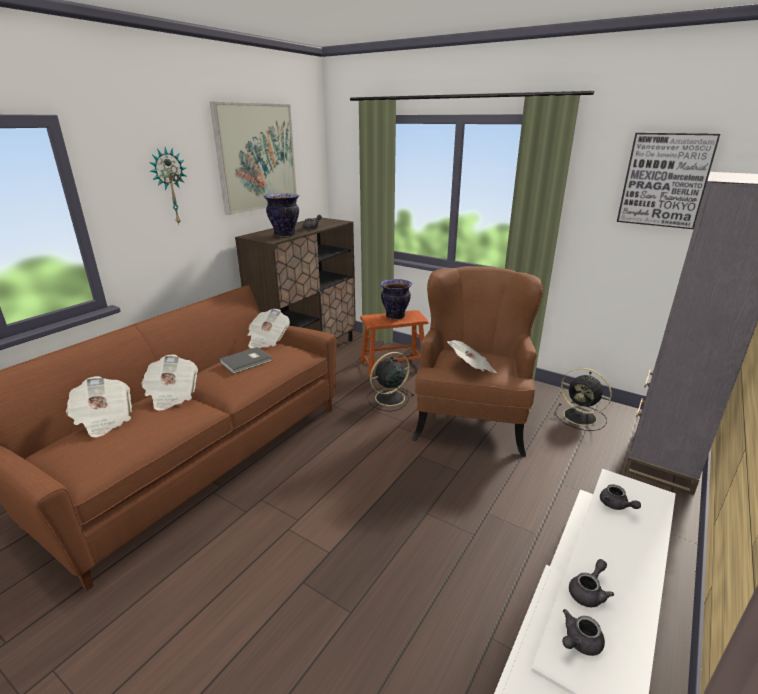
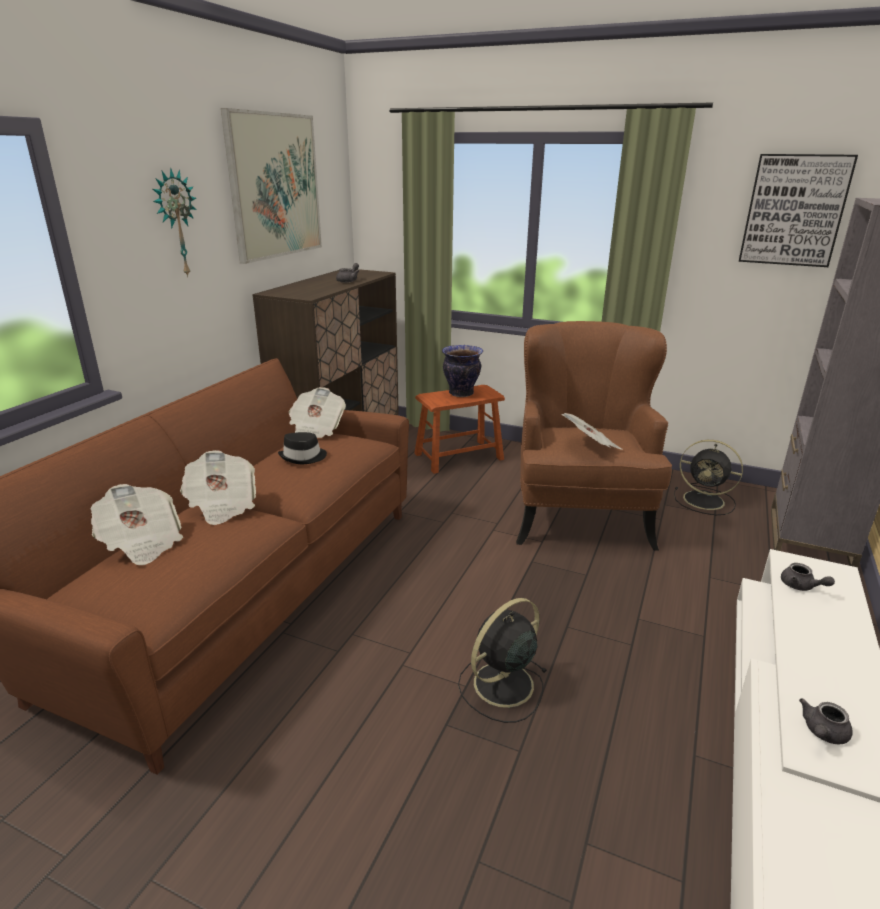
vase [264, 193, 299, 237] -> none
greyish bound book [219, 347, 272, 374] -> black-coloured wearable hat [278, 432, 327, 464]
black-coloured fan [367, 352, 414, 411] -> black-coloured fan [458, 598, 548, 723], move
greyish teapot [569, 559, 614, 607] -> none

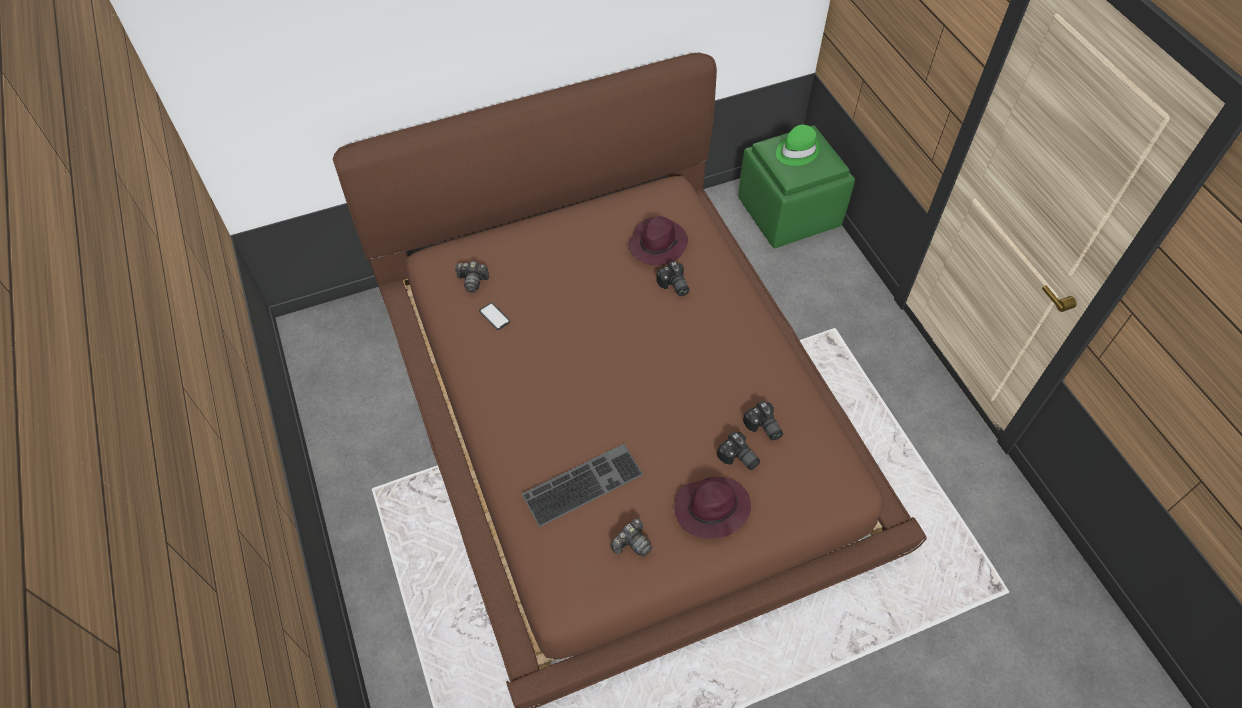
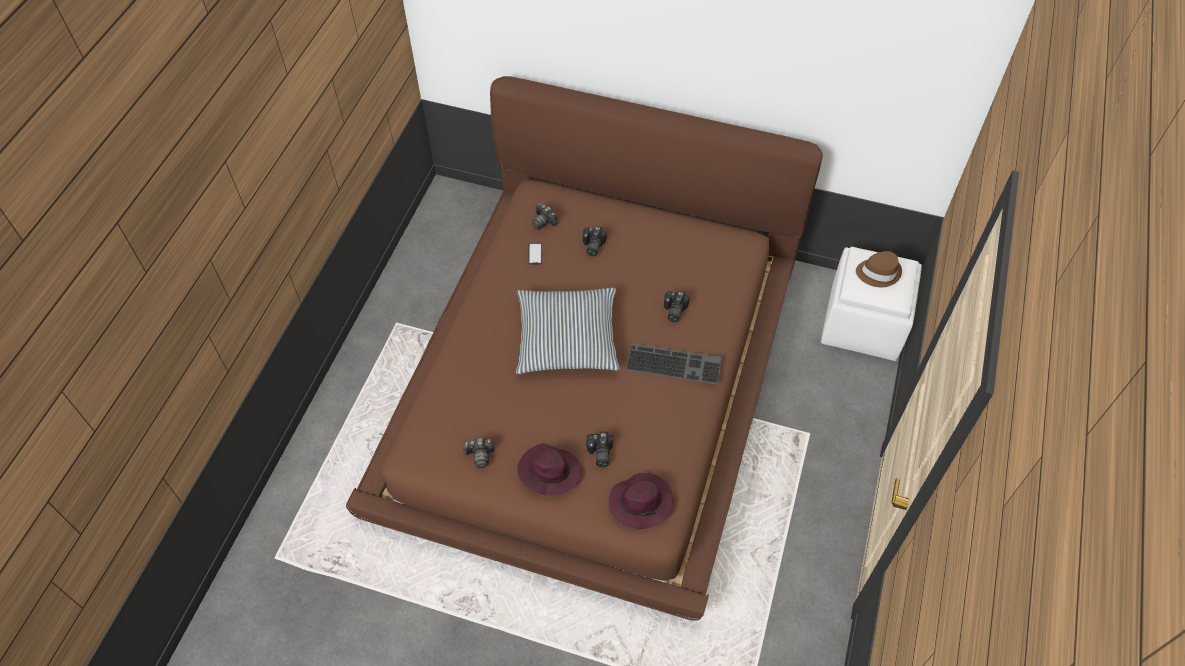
green footrest [738, 125, 855, 248] -> white-coloured footrest [821, 247, 922, 361]
green wearable hat [776, 125, 821, 166] -> brownish wearable hat [856, 251, 902, 287]
purple-coloured wearable hat [628, 216, 688, 265] -> purple-coloured wearable hat [609, 473, 674, 529], move
photo camera [743, 400, 783, 441] -> photo camera [583, 226, 607, 256], move
keyboard [522, 444, 643, 527] -> keyboard [626, 343, 722, 384], move
none -> throw pillow [516, 288, 619, 374]

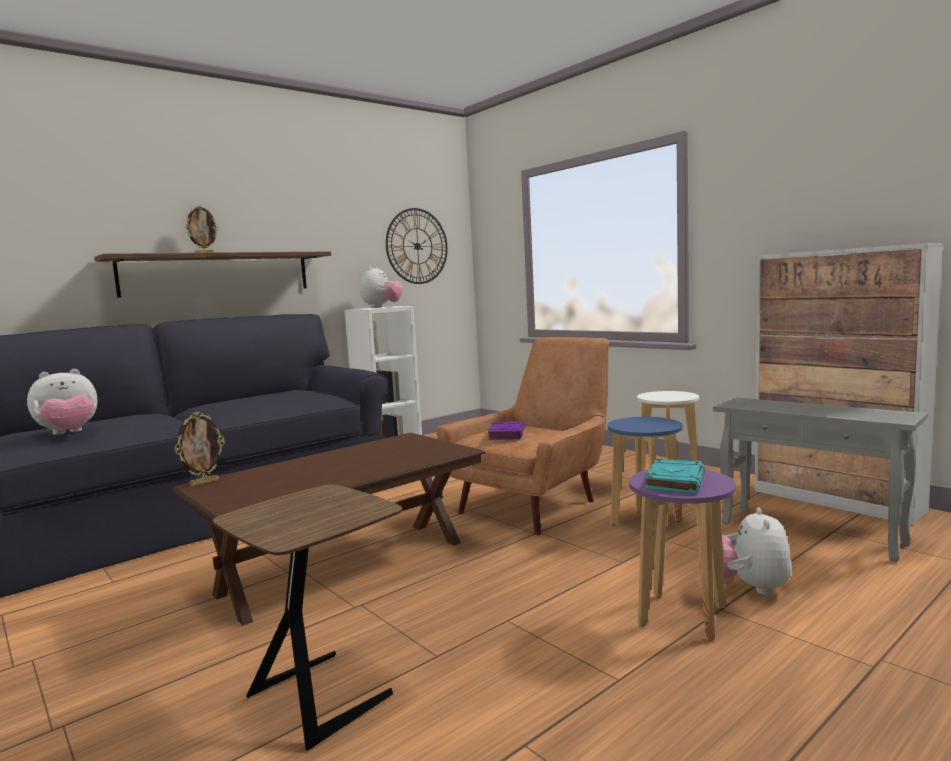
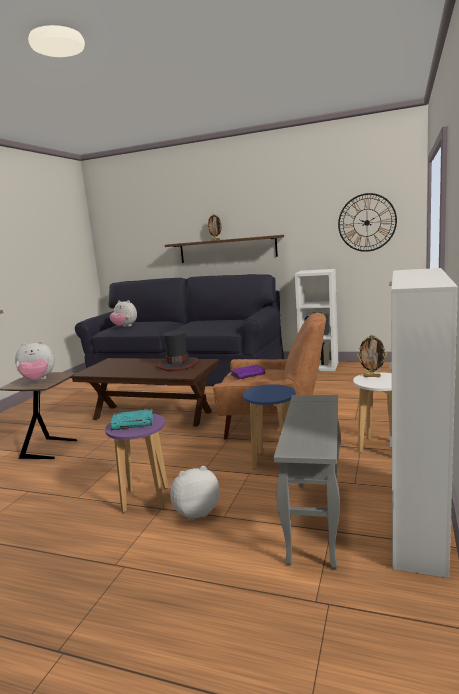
cuddly toy [360, 266, 403, 308] -> cuddly toy [15, 341, 55, 381], move
standing frame [175, 412, 225, 486] -> standing frame [357, 335, 387, 377], move
none -> wearable hat [156, 331, 199, 371]

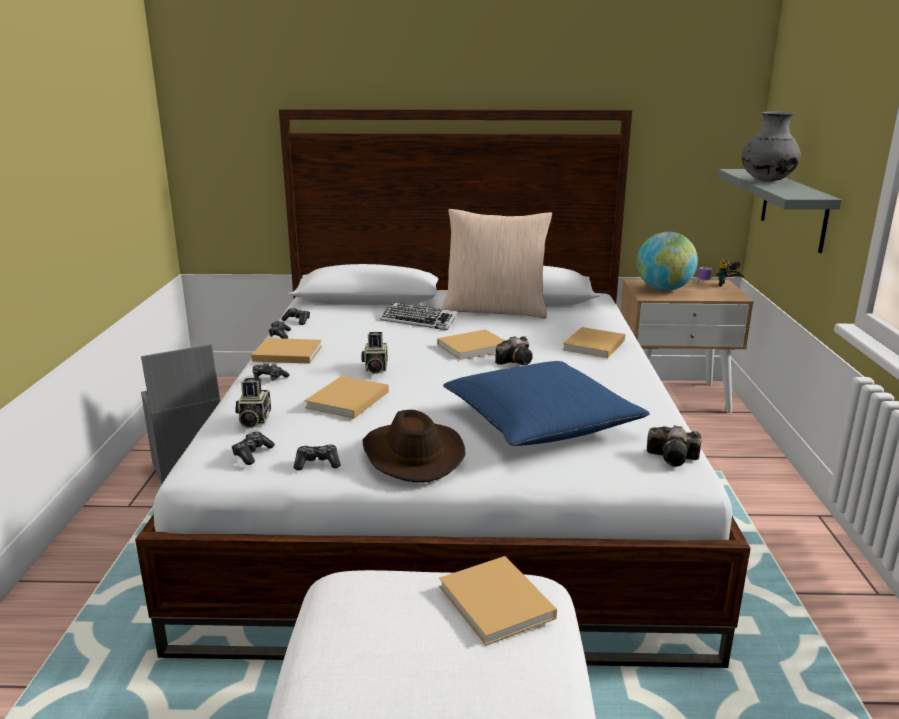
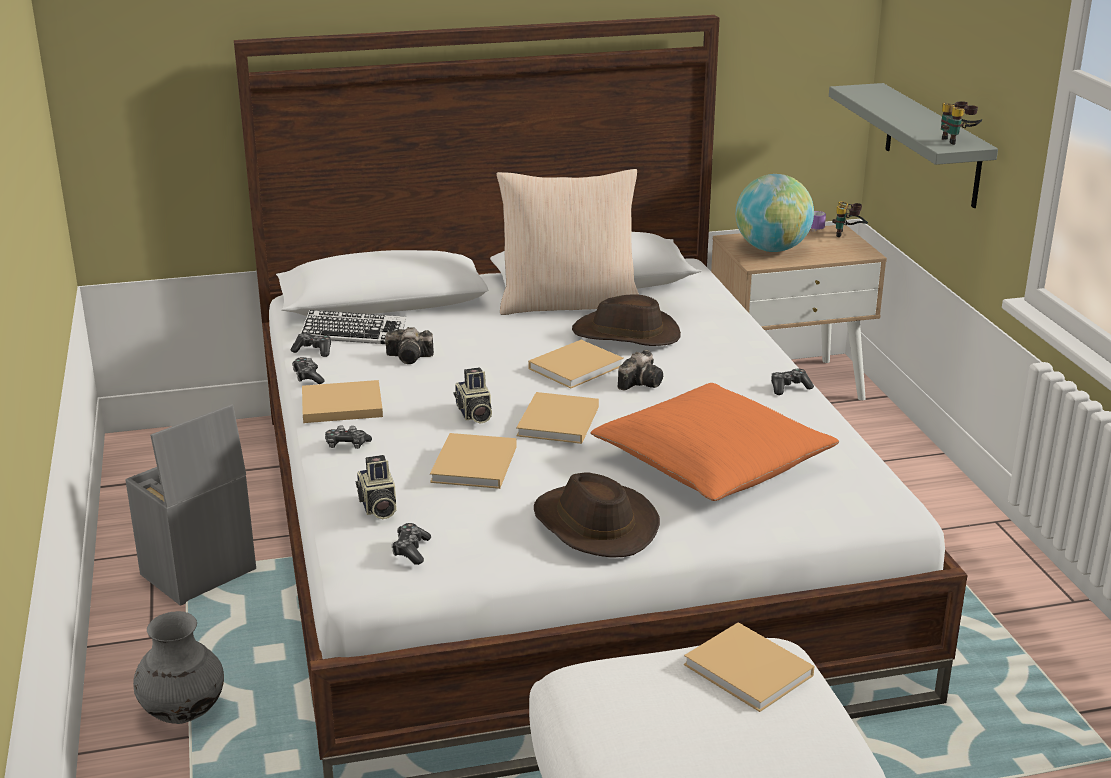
greyish vase [742, 111, 801, 182] -> greyish vase [133, 611, 224, 724], move
keyboard [380, 302, 458, 330] -> keyboard [300, 310, 407, 344], move
beige bound book [562, 327, 625, 358] -> beige bound book [516, 392, 599, 444], move
blue throw pillow [443, 361, 650, 446] -> orange-coloured throw pillow [590, 383, 839, 501]
photo camera [647, 425, 702, 467] -> photo camera [385, 327, 434, 364], move
game controller [294, 445, 341, 470] -> game controller [771, 369, 814, 395], move
none -> pair of binoculars [941, 101, 982, 145]
none -> brownish wearable hat [572, 294, 681, 346]

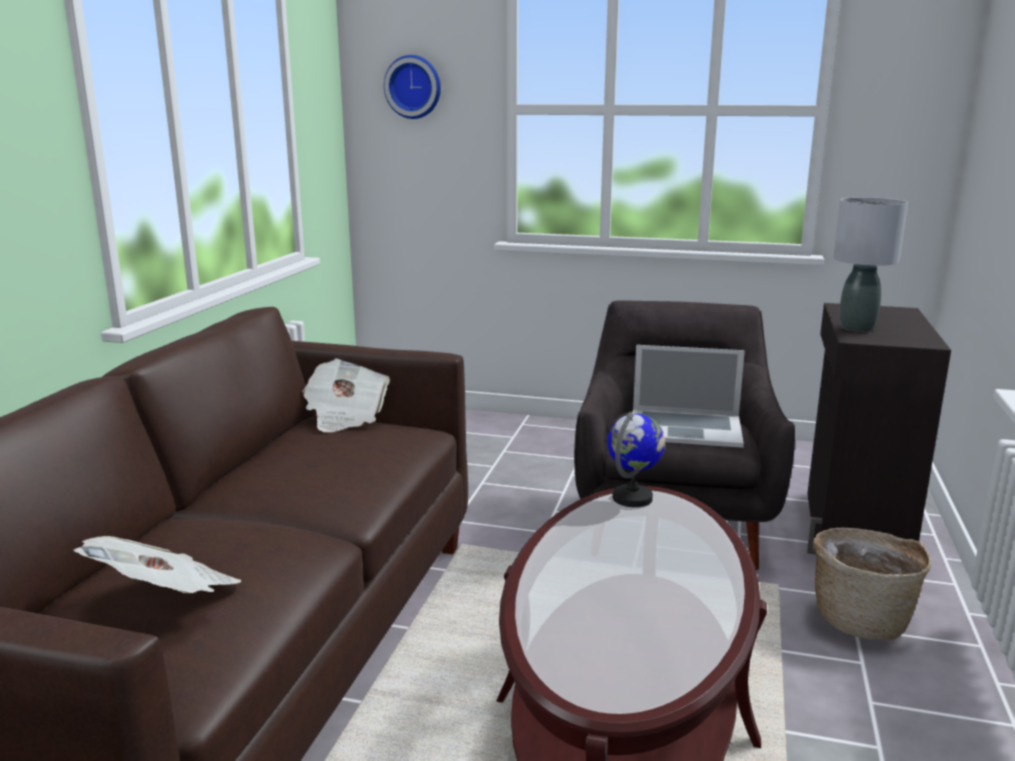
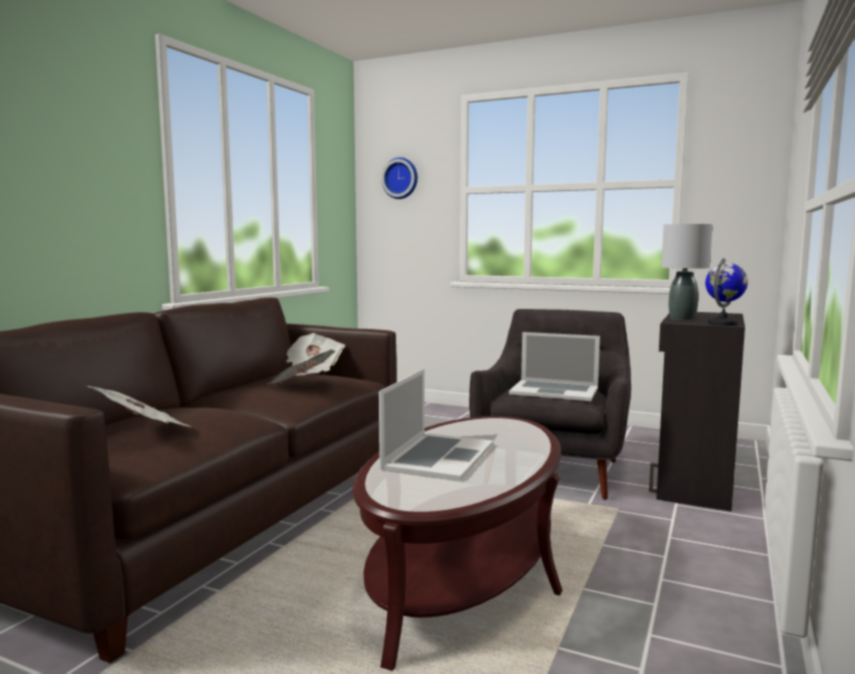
globe [607, 412, 665, 507] -> globe [705, 258, 748, 326], move
basket [814, 528, 931, 640] -> none
none -> newspaper [267, 349, 335, 384]
none -> notebook computer [379, 369, 493, 481]

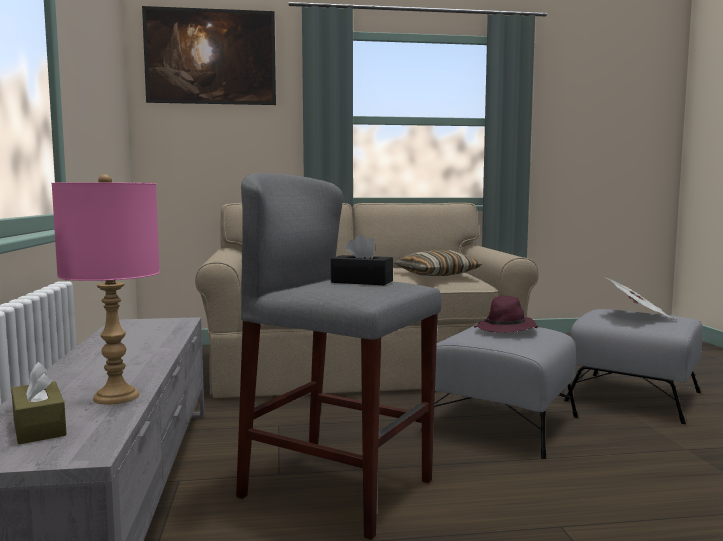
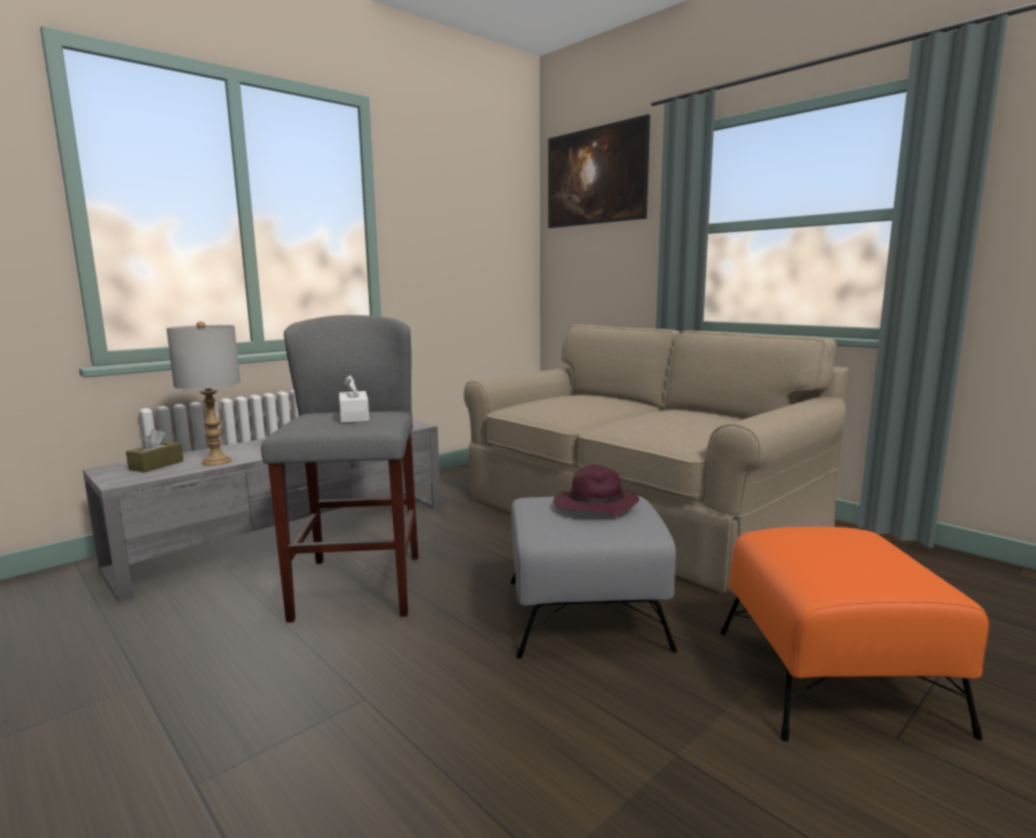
pink-coloured tabletop lamp [52, 174, 160, 404] -> greyish tabletop lamp [166, 321, 240, 466]
black-coloured box of tissues [331, 234, 393, 285] -> white-coloured box of tissues [339, 375, 369, 423]
throw pillow [393, 250, 482, 276] -> none
newspaper [604, 277, 676, 320] -> none
greyish footrest [564, 309, 703, 424] -> orange-coloured footrest [720, 527, 989, 742]

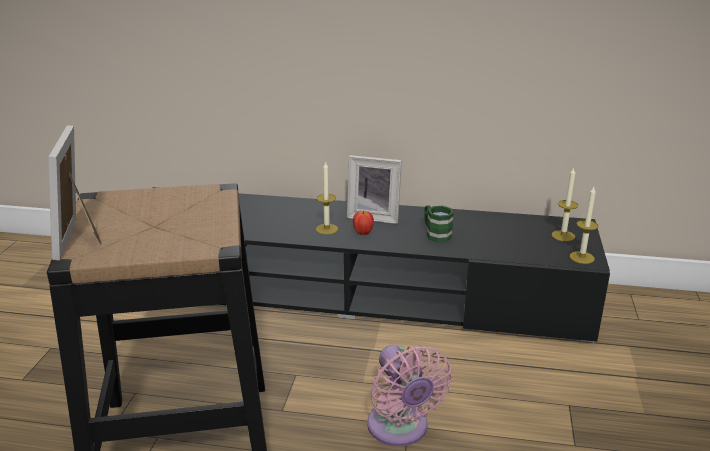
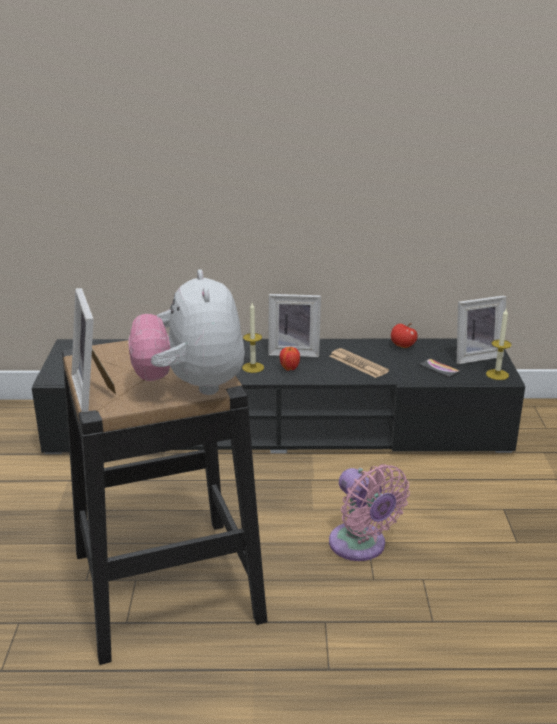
wax light [552, 167, 578, 241] -> standing frame [457, 295, 506, 364]
green mug [424, 205, 454, 243] -> newspaper [330, 348, 389, 378]
none -> cuddly toy [129, 269, 245, 395]
none -> whole apple [391, 323, 418, 348]
none -> handset [419, 359, 460, 378]

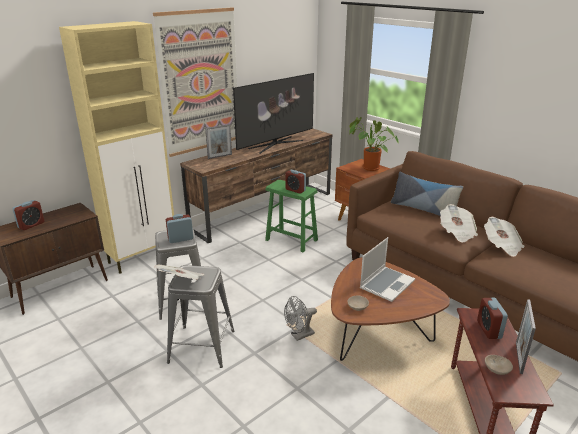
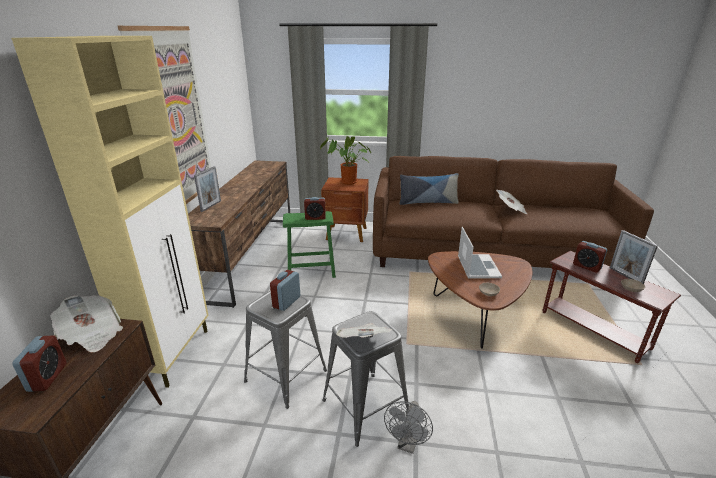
television [233, 73, 314, 154] -> none
newspaper [440, 204, 478, 243] -> newspaper [50, 295, 123, 352], move
greyish fan [284, 296, 317, 341] -> greyish fan [384, 401, 433, 454], move

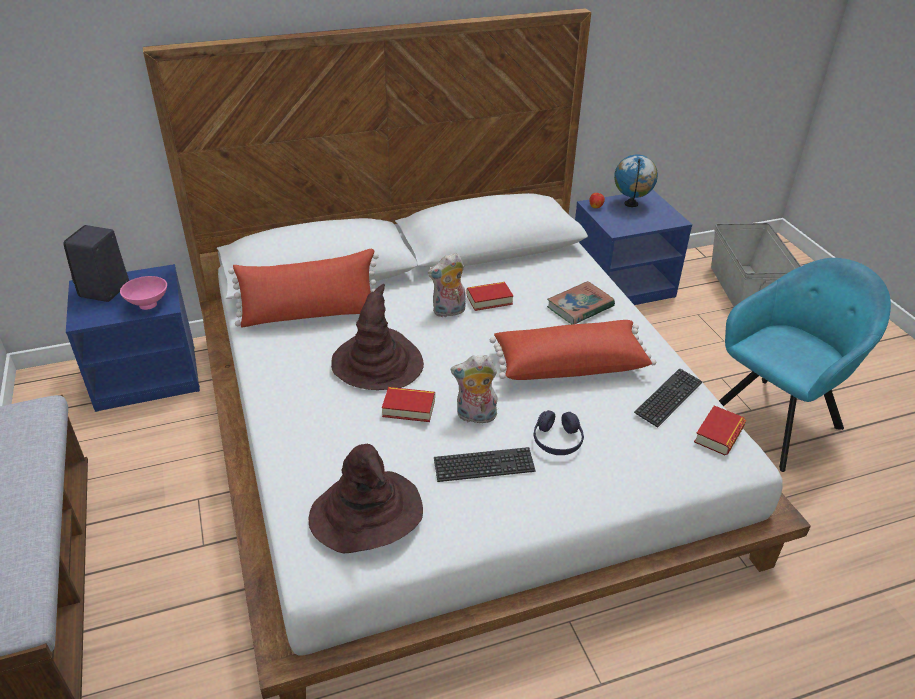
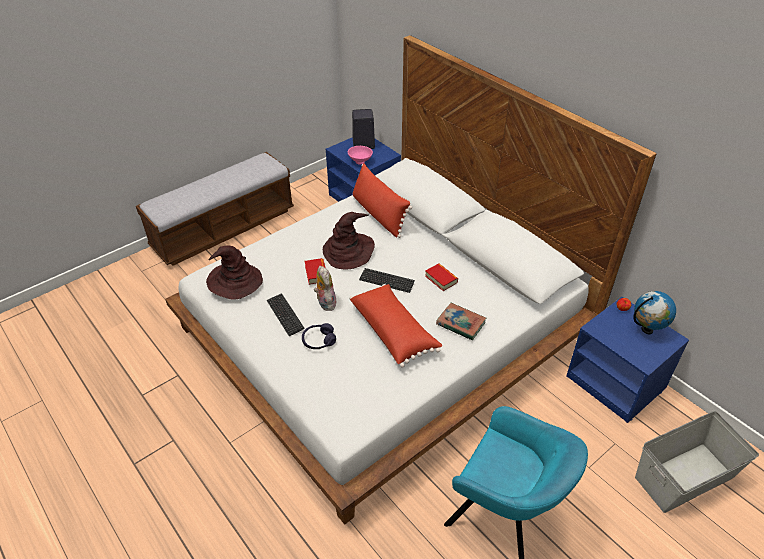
cuddly toy [428, 253, 466, 317] -> none
keyboard [634, 368, 702, 428] -> keyboard [359, 268, 415, 293], move
bound book [694, 405, 746, 455] -> none

